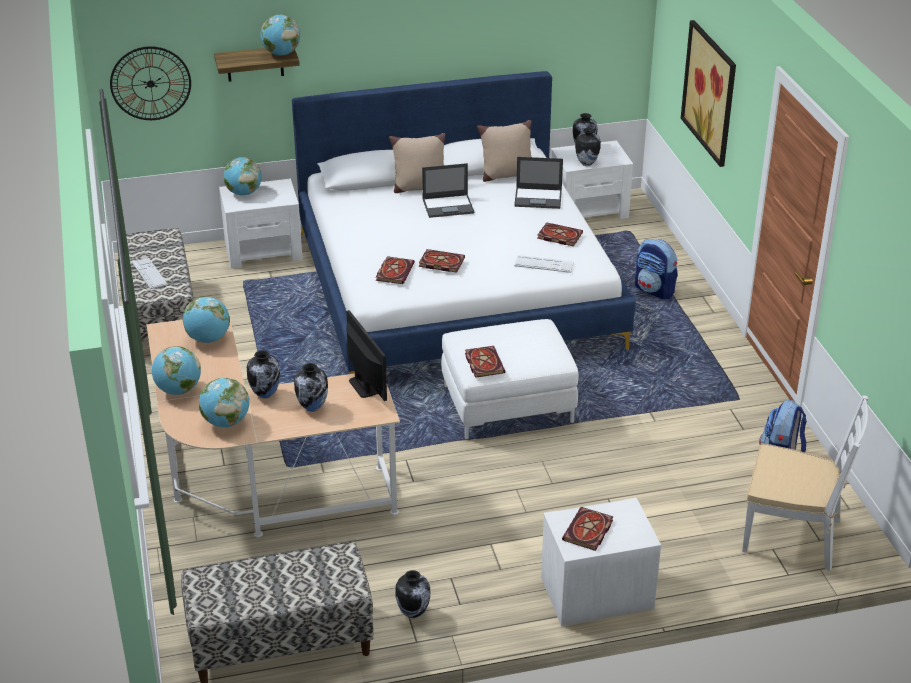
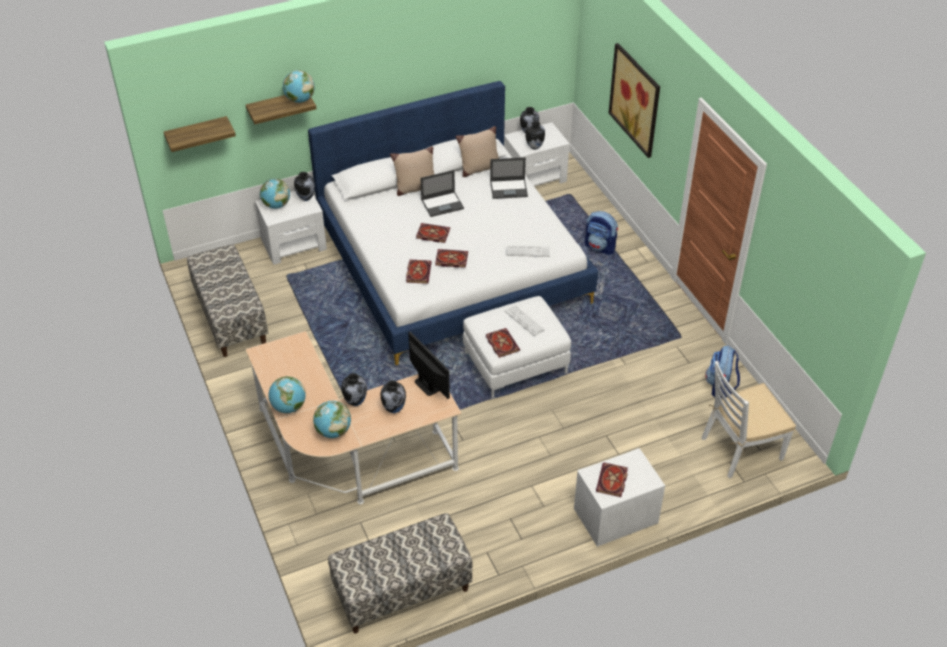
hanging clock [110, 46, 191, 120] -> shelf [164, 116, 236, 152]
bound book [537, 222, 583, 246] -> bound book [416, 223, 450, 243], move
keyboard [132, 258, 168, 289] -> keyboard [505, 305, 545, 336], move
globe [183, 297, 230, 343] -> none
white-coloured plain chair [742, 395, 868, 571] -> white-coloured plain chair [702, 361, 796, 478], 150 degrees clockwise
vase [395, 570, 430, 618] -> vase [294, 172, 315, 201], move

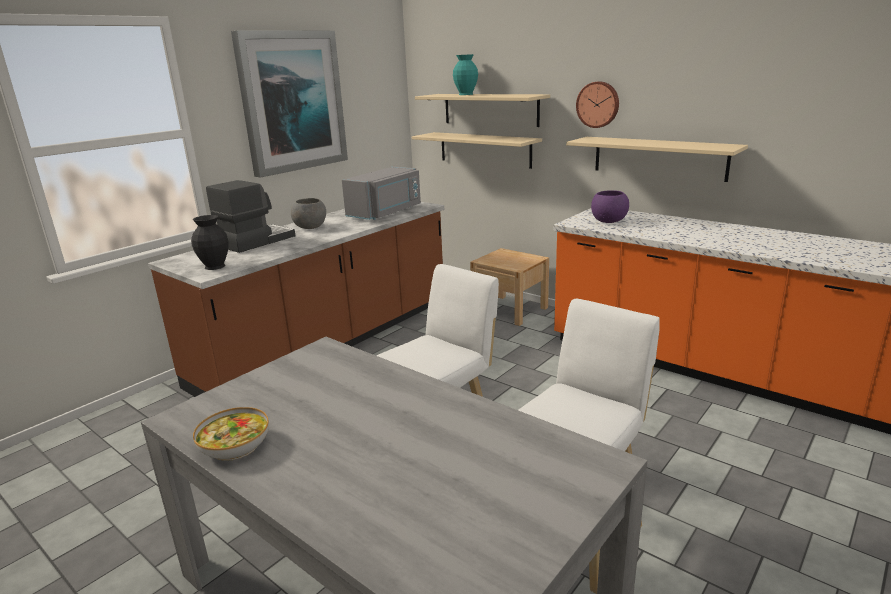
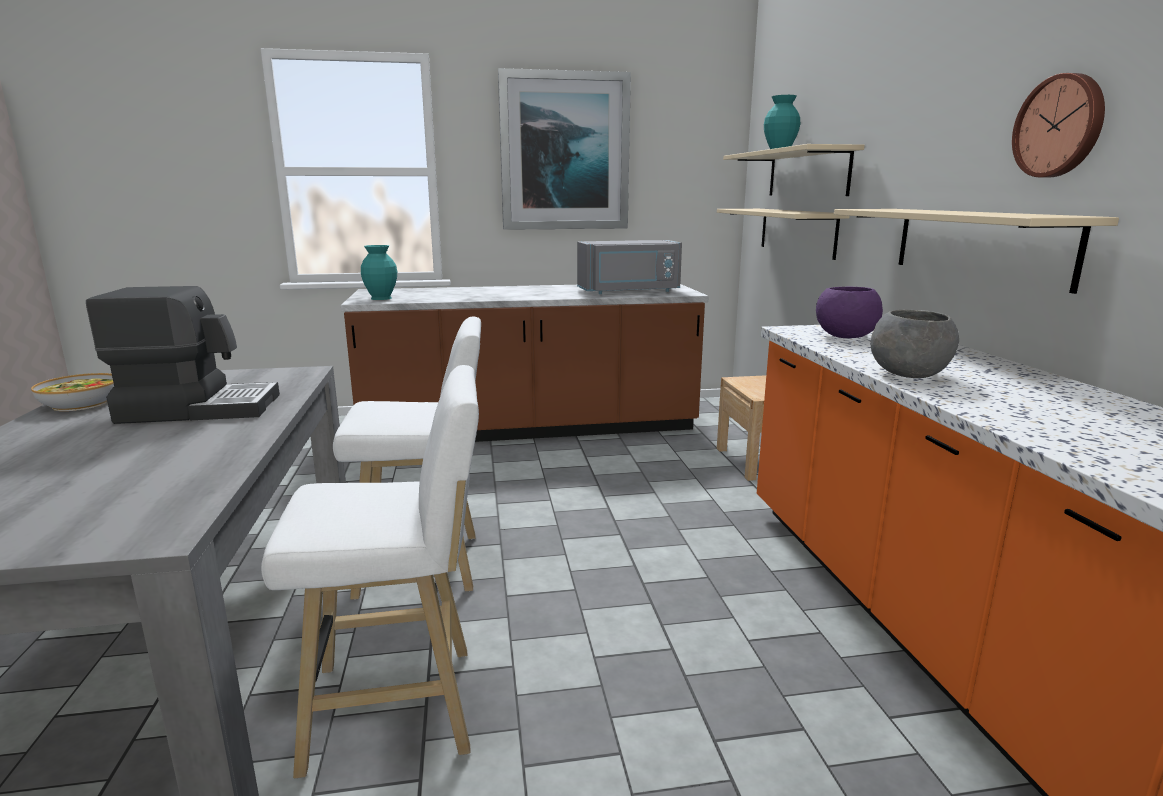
hanging clock [576, 81, 619, 128] -> hanging clock [1012, 73, 1105, 177], move
coffee maker [206, 180, 295, 253] -> coffee maker [86, 286, 280, 424], move
greyish bowl [291, 198, 326, 229] -> greyish bowl [871, 310, 959, 378], move
black-coloured vase [191, 215, 229, 270] -> turquoise vase [361, 245, 397, 300]

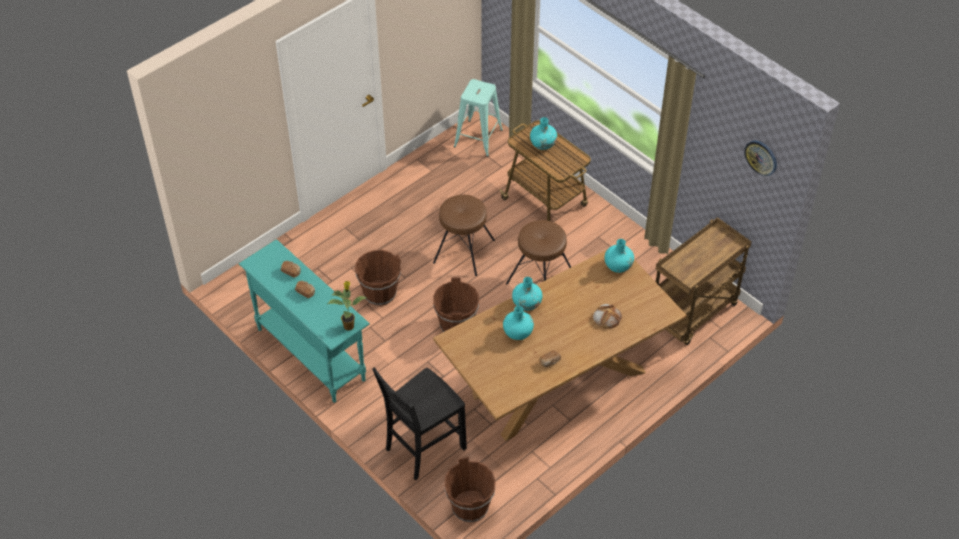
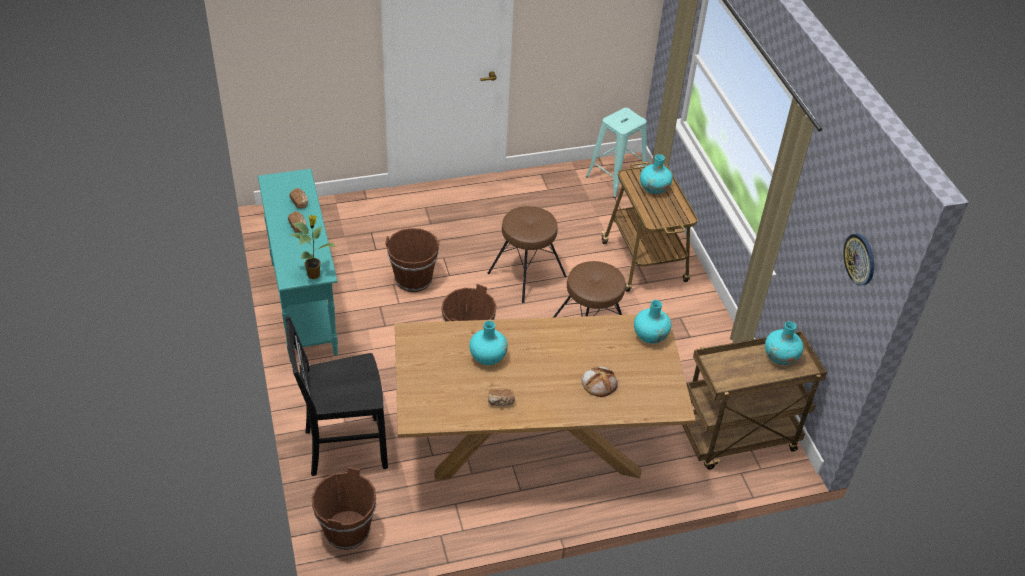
turquoise vase [512, 277, 542, 311] -> turquoise vase [765, 321, 803, 365], move

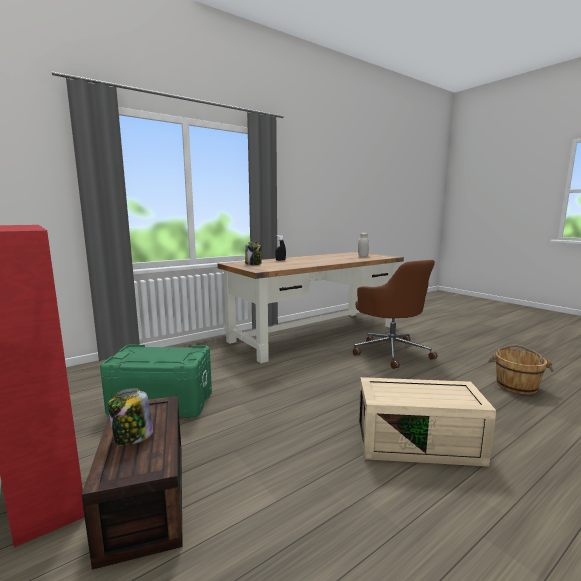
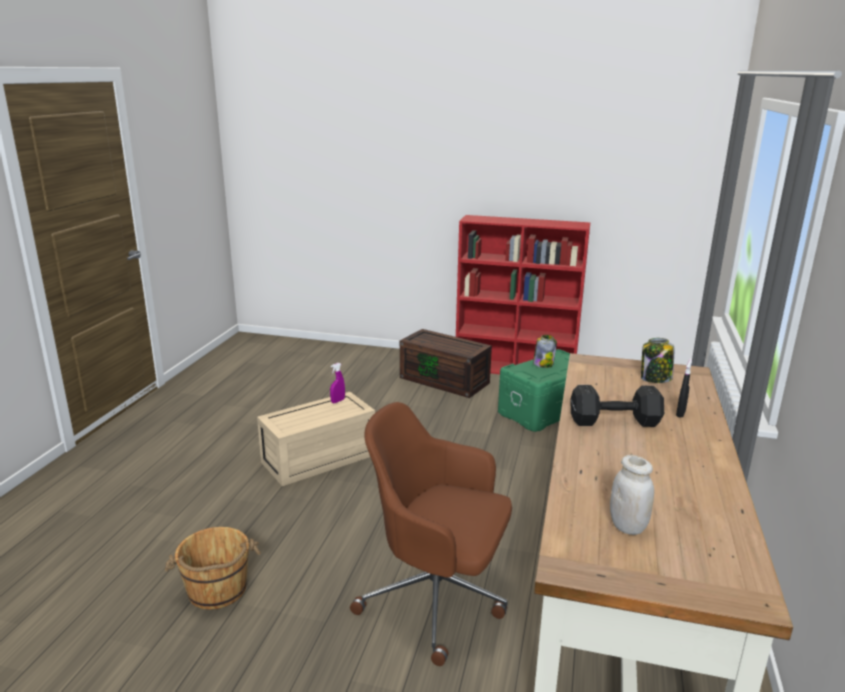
jar [108, 388, 153, 446] -> jar [533, 335, 557, 368], move
none -> purple-coloured sprayer [330, 363, 345, 403]
none -> black-coloured dumbbell [571, 385, 664, 427]

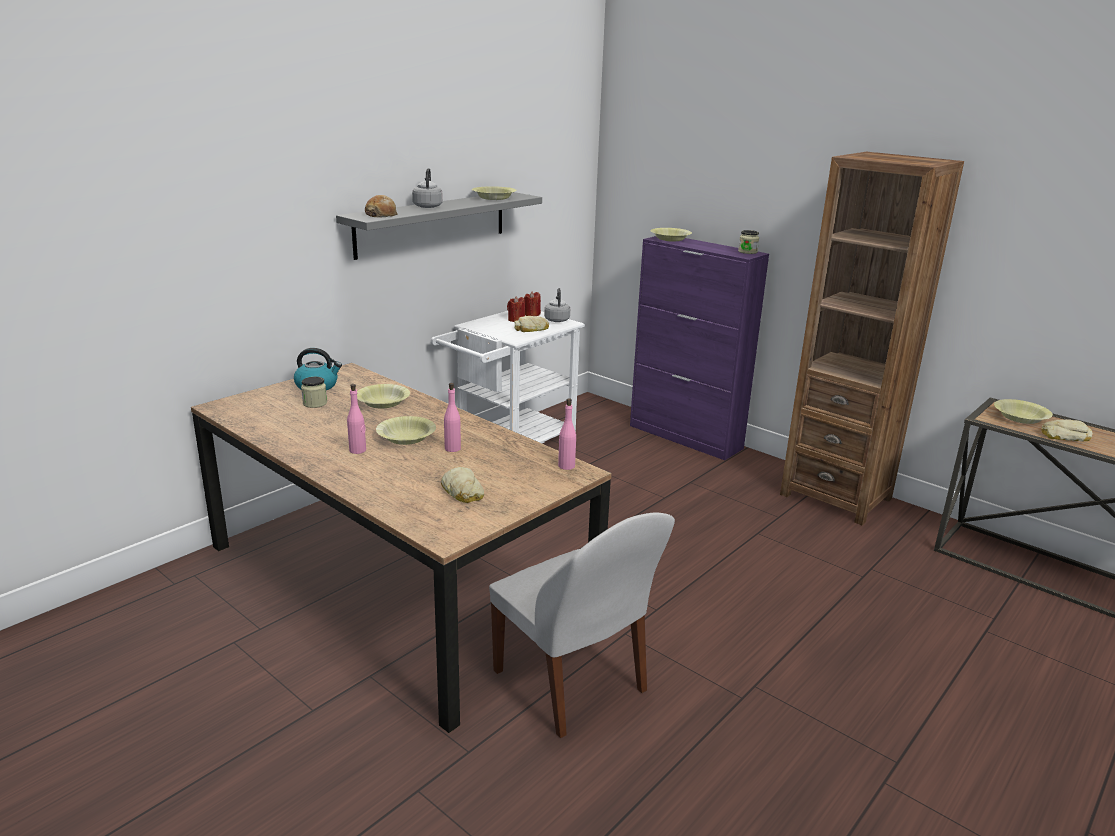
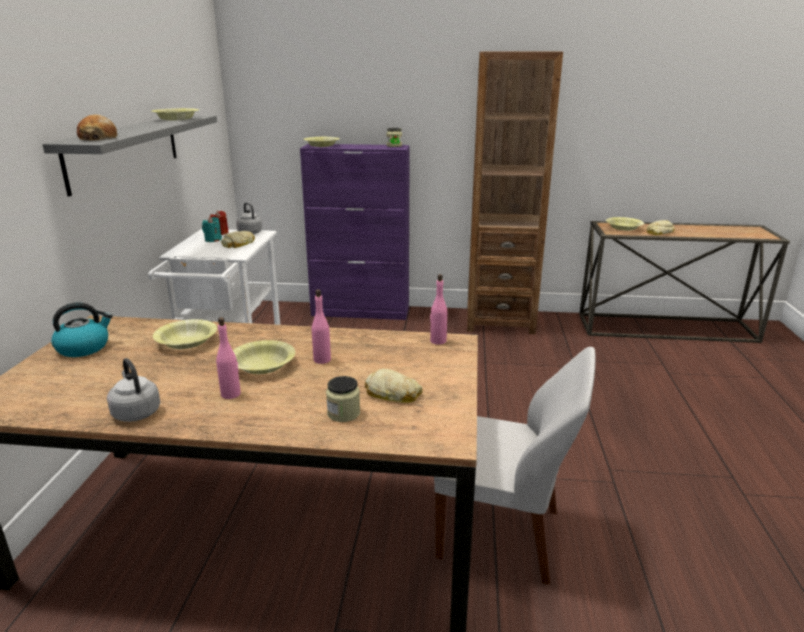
greyish tea kettle [412, 168, 443, 208] -> greyish tea kettle [107, 358, 160, 422], move
red-coloured wax light [507, 296, 525, 322] -> turquoise wax light [202, 217, 222, 242]
jar [301, 377, 327, 408] -> jar [326, 376, 360, 422], move

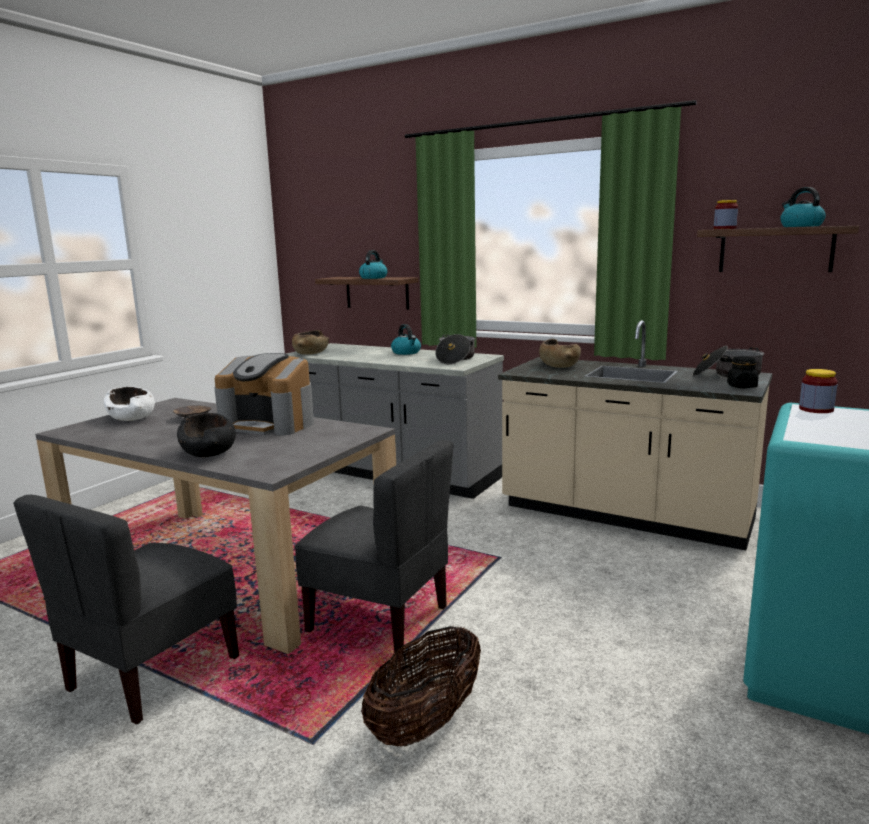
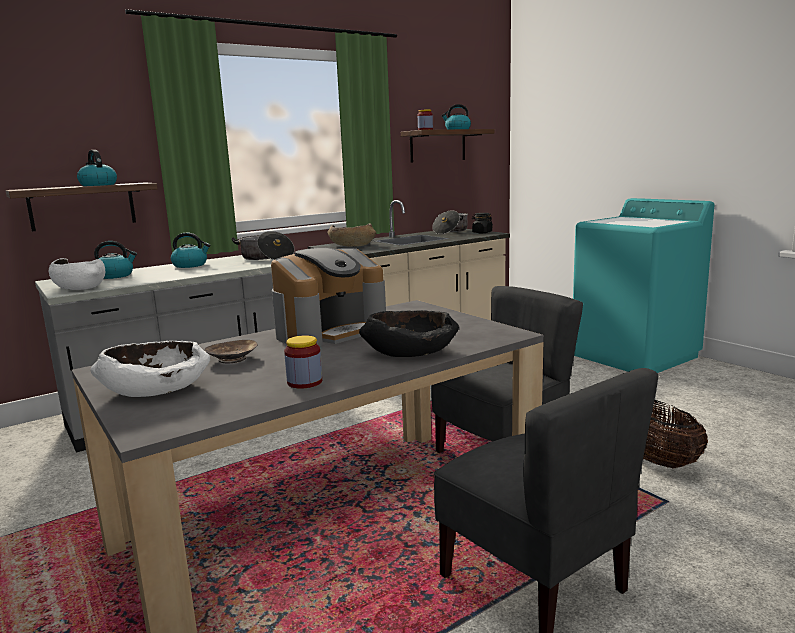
brownish bowl [292, 330, 329, 355] -> white-coloured bowl [49, 258, 105, 290]
jar [799, 369, 838, 413] -> jar [284, 335, 322, 389], move
none -> tea kettle [94, 241, 137, 279]

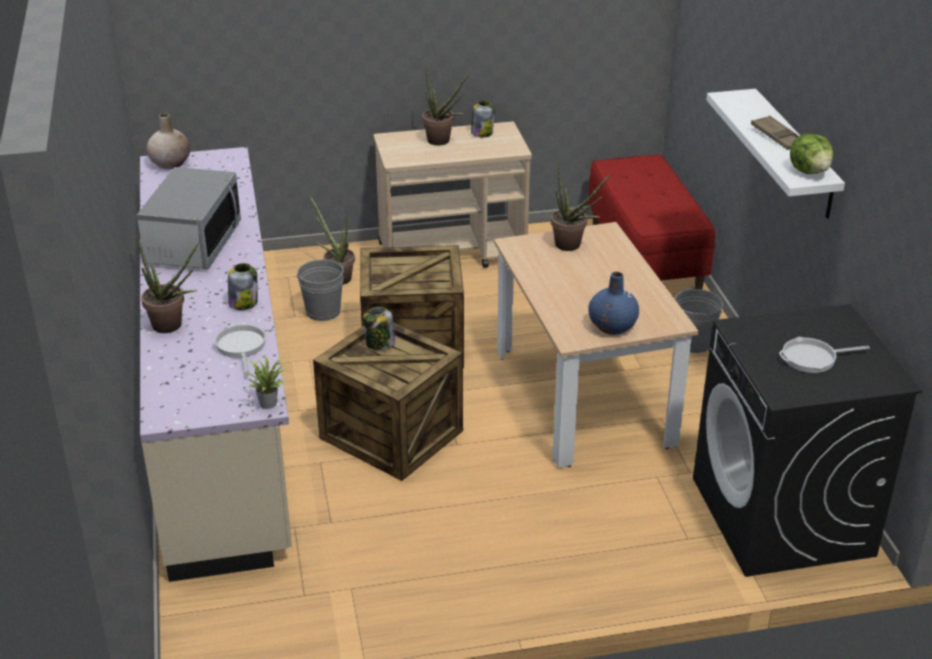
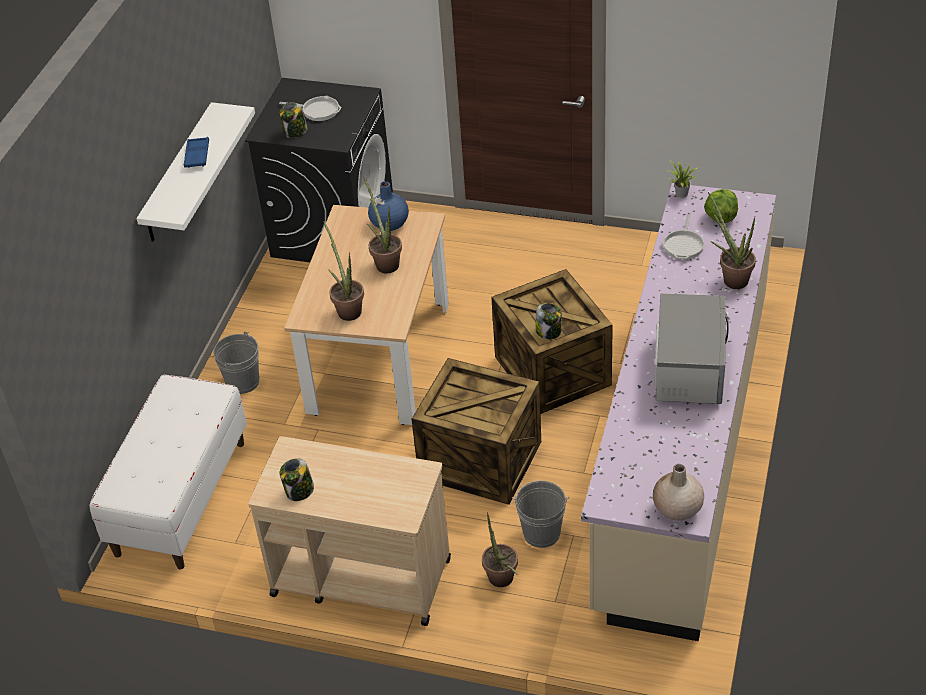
potted plant [422, 64, 470, 145] -> potted plant [363, 176, 402, 273], move
brownish serving tray [751, 115, 799, 150] -> blue serving tray [184, 137, 209, 168]
lettuce head [790, 134, 834, 174] -> lettuce head [704, 189, 738, 223], move
red-coloured indoor bench [588, 154, 715, 290] -> white-coloured indoor bench [90, 375, 247, 570]
microwave oven [137, 167, 241, 269] -> microwave oven [654, 293, 729, 404], 150 degrees clockwise
jar [228, 263, 258, 310] -> jar [279, 102, 308, 138], move

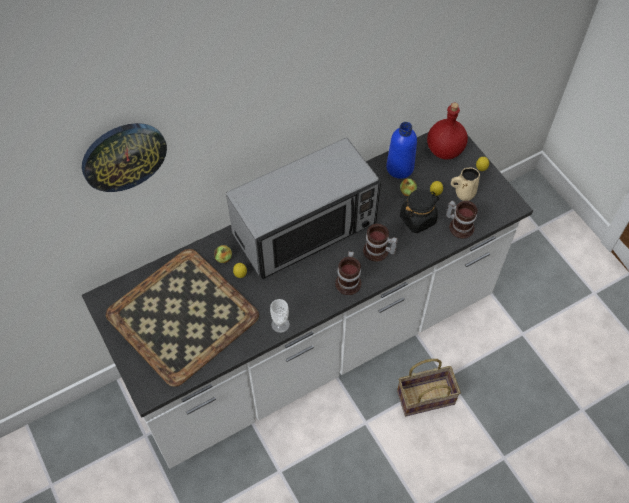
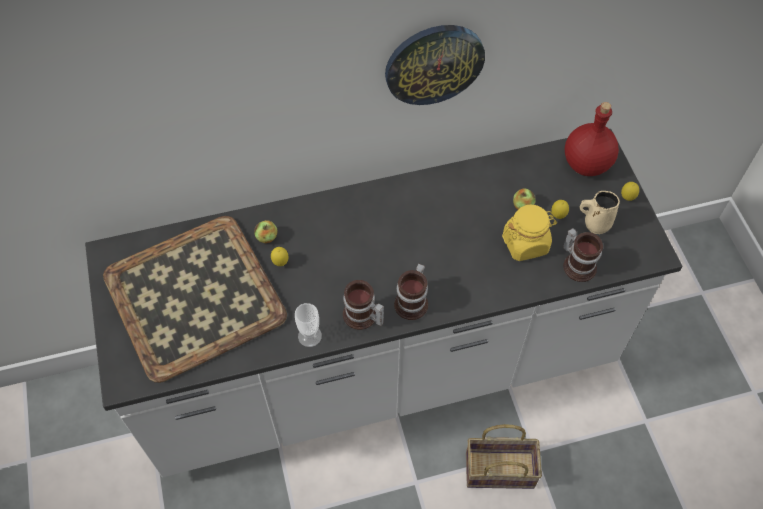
blue bottle [386, 122, 417, 179] -> none
hanging clock [82, 123, 167, 192] -> hanging clock [385, 25, 485, 105], move
microwave oven [226, 138, 381, 279] -> none
black-coloured jar [400, 189, 439, 233] -> yellowish jar [502, 204, 557, 261]
mug [363, 224, 398, 262] -> mug [343, 280, 384, 330], move

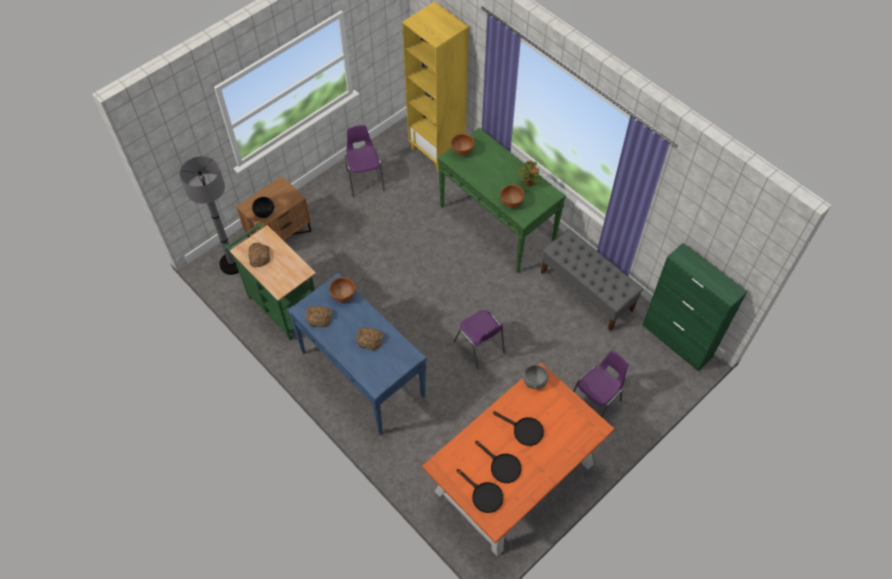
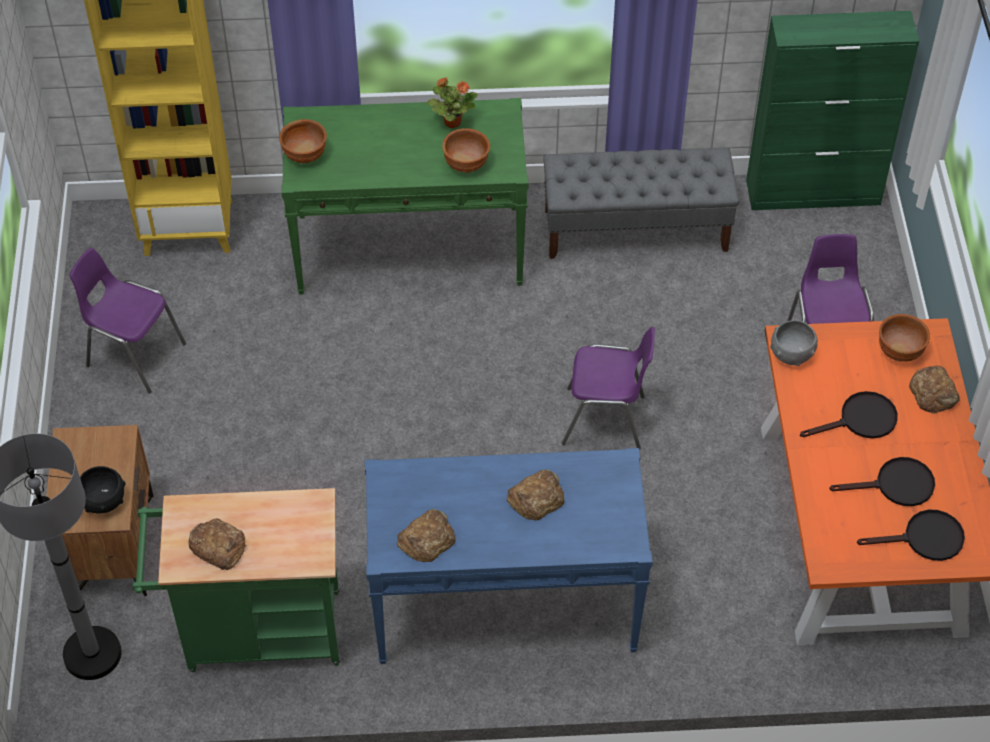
brownish bowl [329, 277, 355, 302] -> brownish bowl [879, 314, 930, 362], move
none -> baked bread [909, 365, 960, 413]

